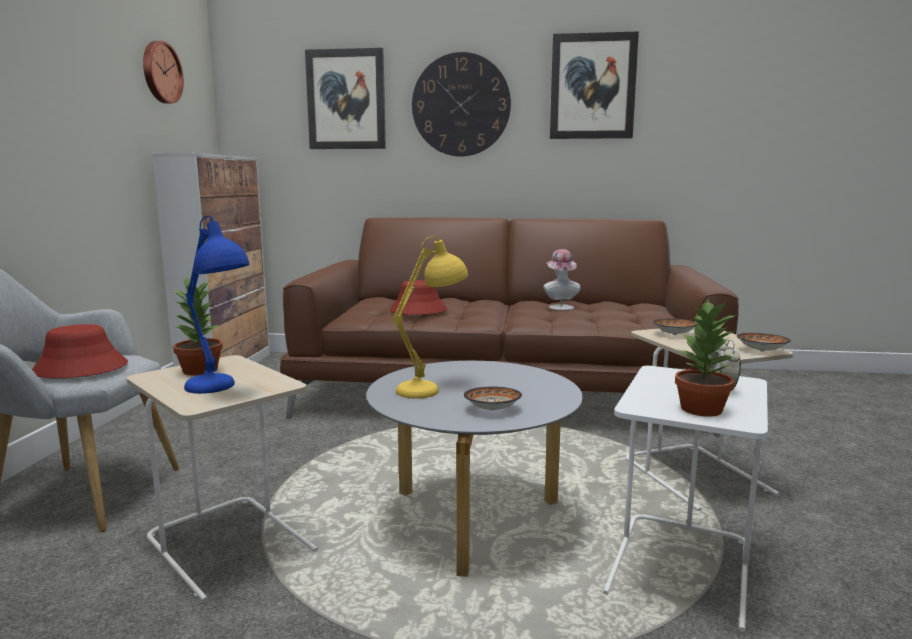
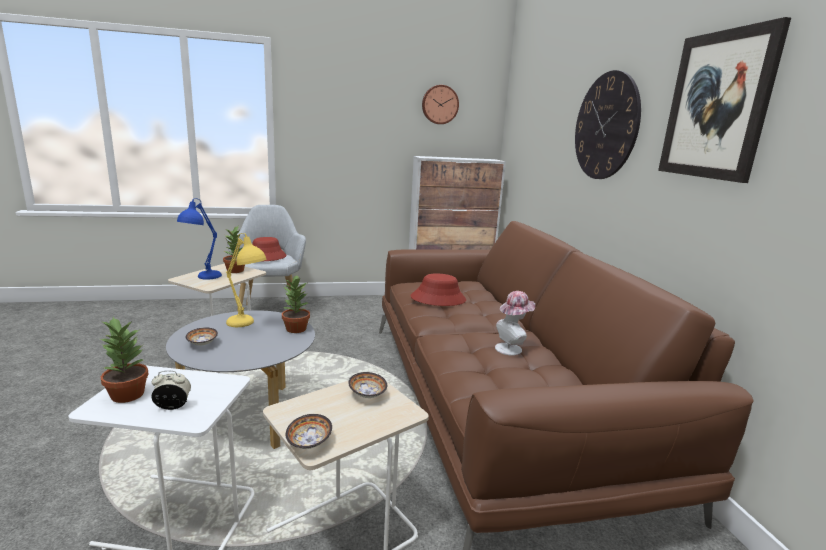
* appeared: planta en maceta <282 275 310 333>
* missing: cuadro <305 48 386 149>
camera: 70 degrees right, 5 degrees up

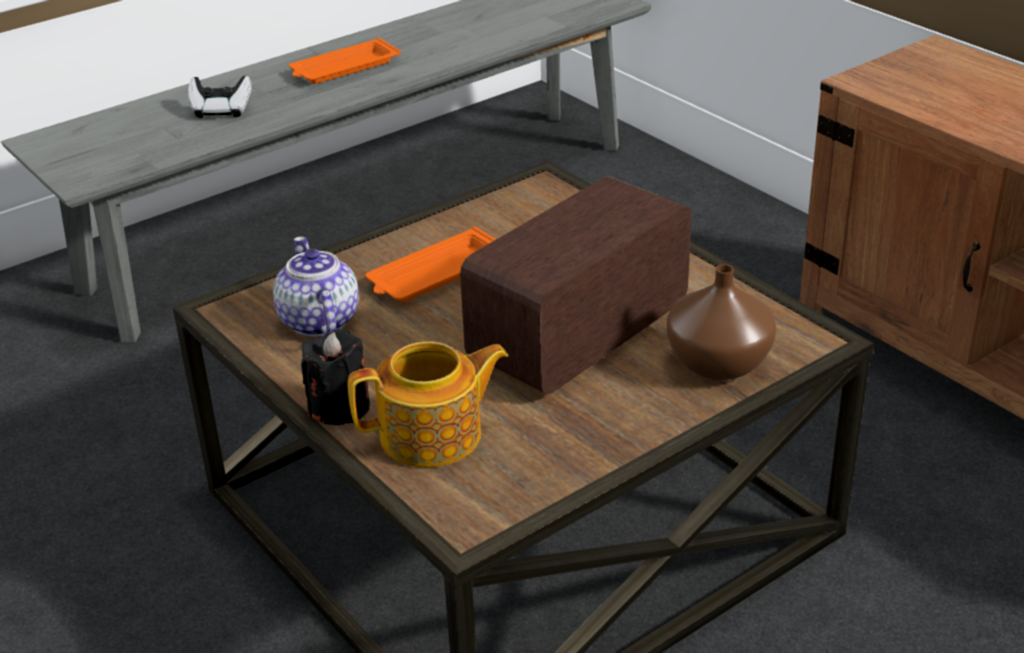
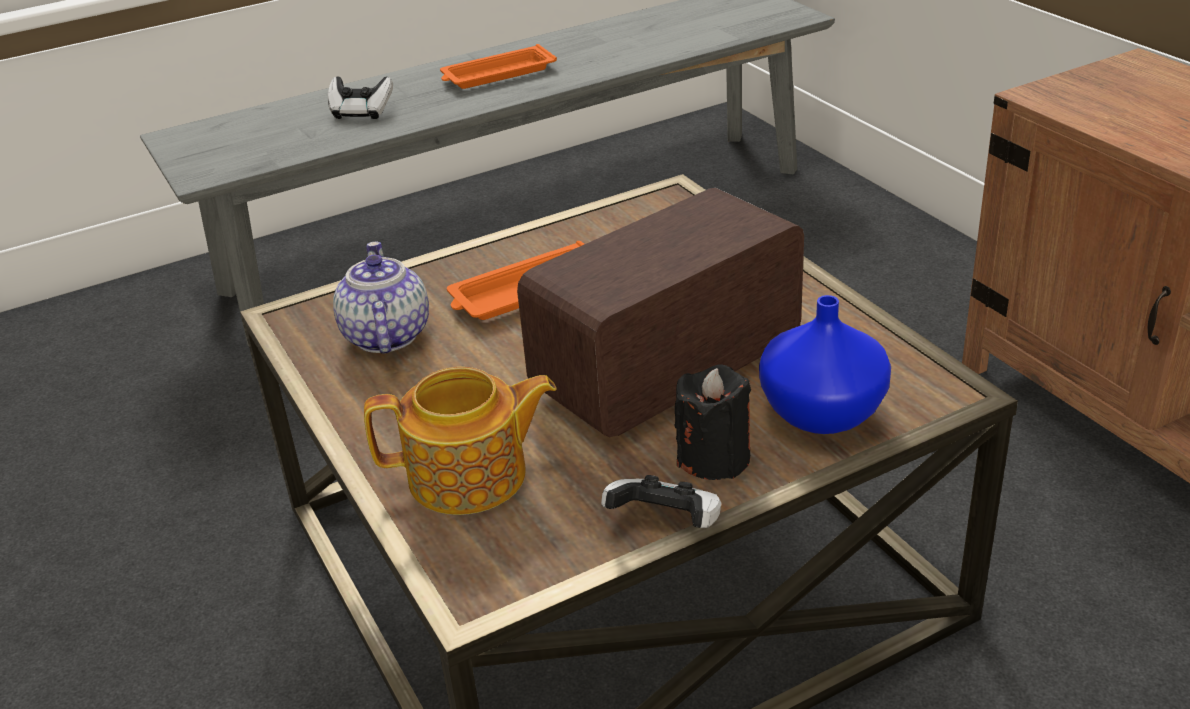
* appeared: mando de consola <601 475 721 528>
* relocated: vela/negro <301 329 370 425> to <675 364 751 480>
* colour: florero/marrón <667 264 776 380> to florero/azul <759 295 891 434>
camera: 10 degrees right, 0 degrees up

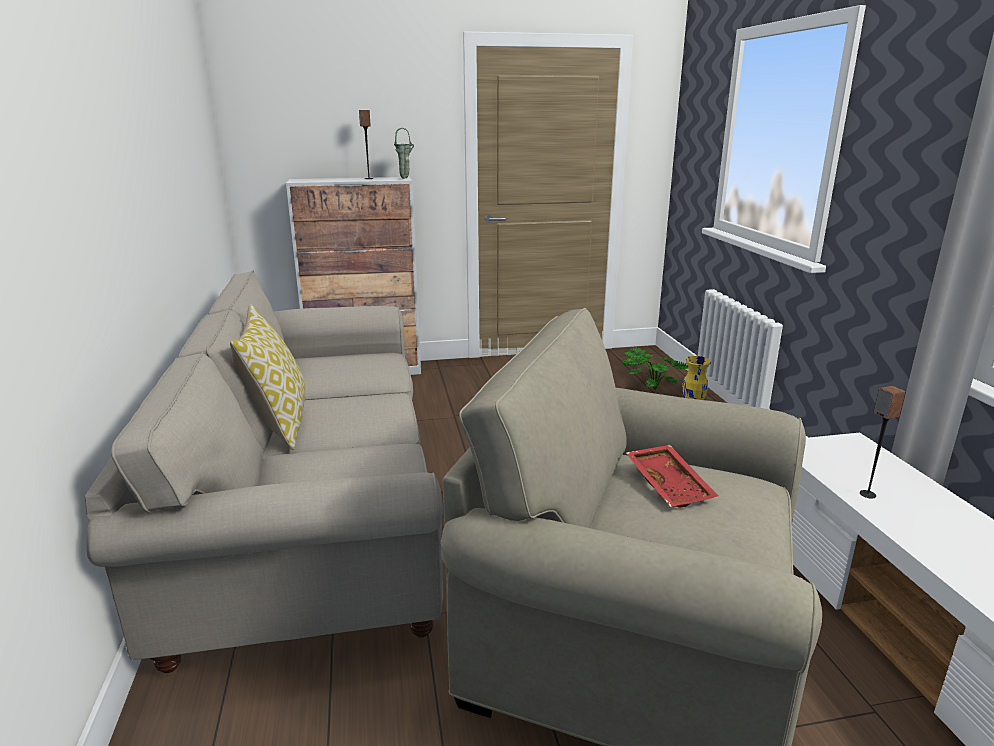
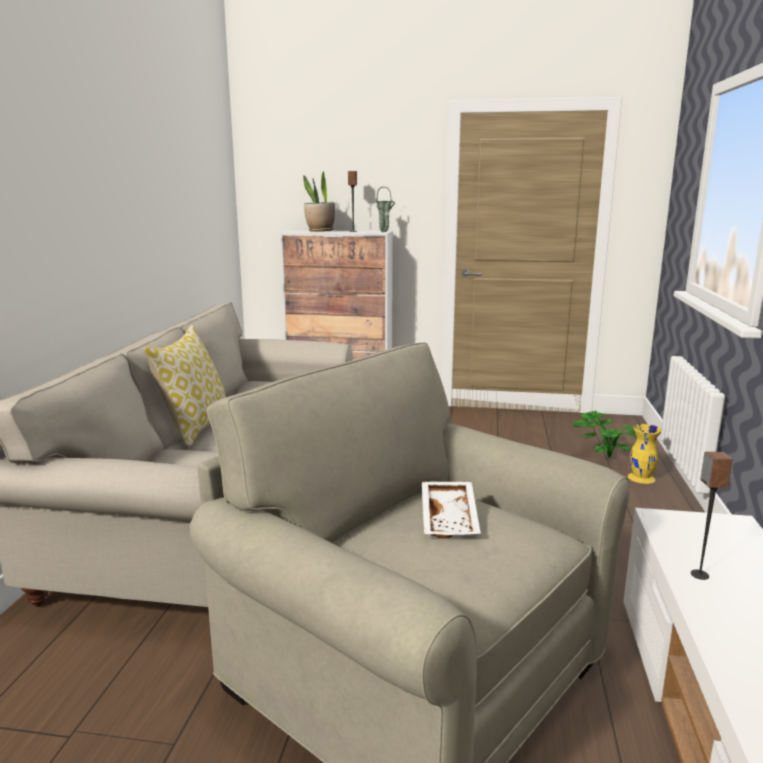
* appeared: planta en maceta <303 171 335 232>
* colour: bandeja/rojo <626 445 718 508> to bandeja/blanco <422 482 481 539>
camera: 20 degrees right, 5 degrees down

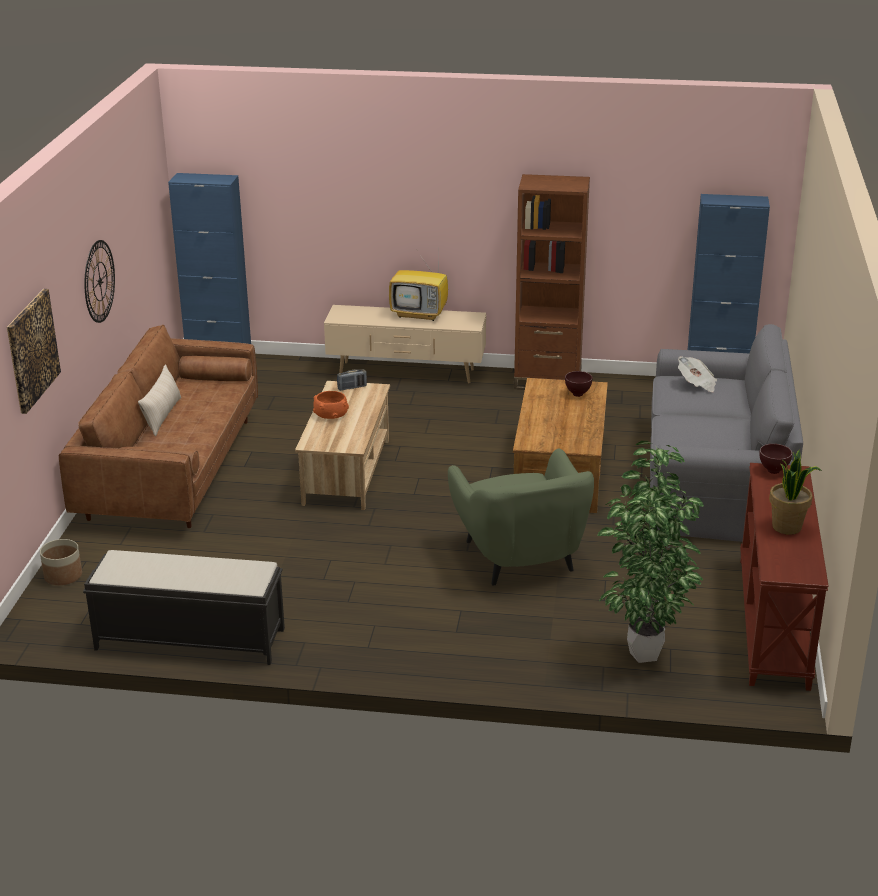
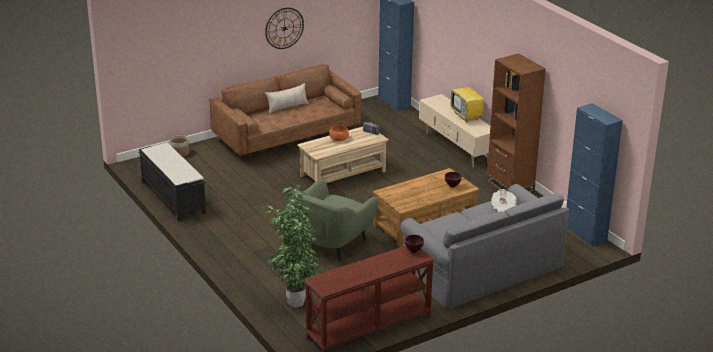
* missing: cuadro <7 289 61 414>
* missing: planta en maceta <769 450 822 535>
camera: 50 degrees right, 0 degrees up

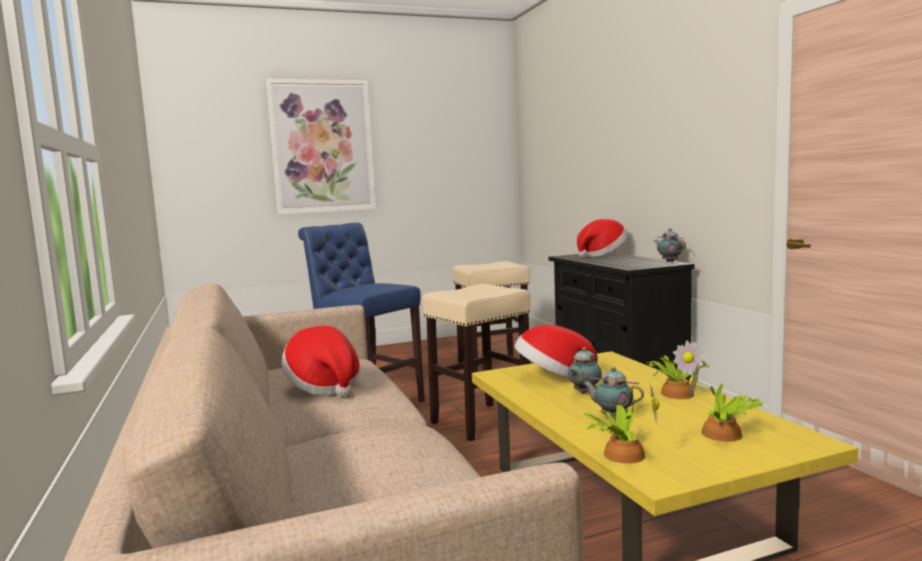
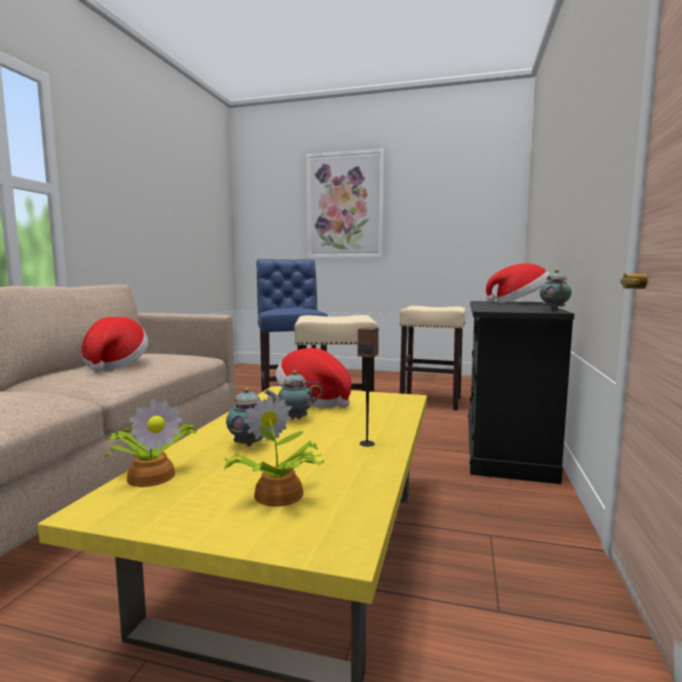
* exchanged: planta en maceta <646 340 709 399> to altavoz <358 327 379 447>
camera: 35 degrees right, 0 degrees up

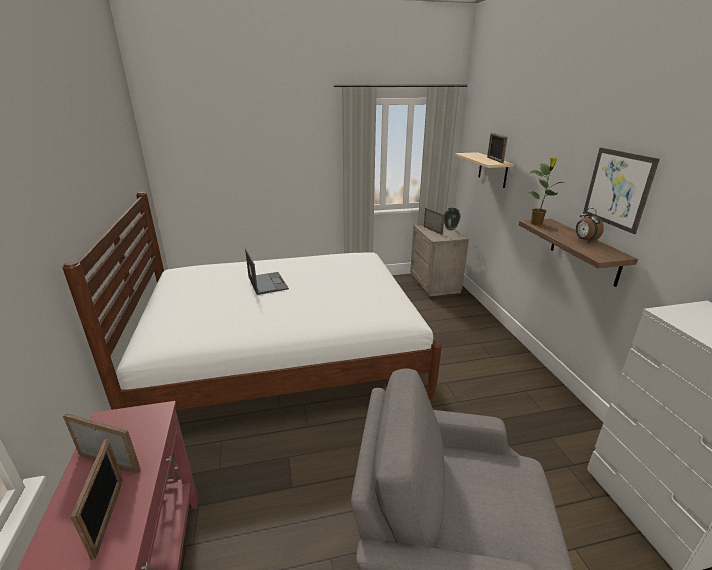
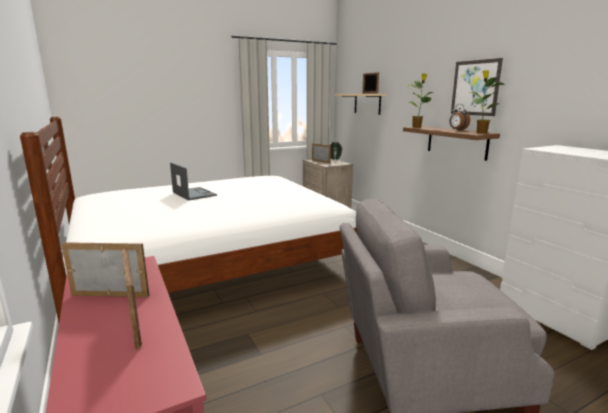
* appeared: planta en maceta <469 70 505 134>
camera: 15 degrees left, 10 degrees down

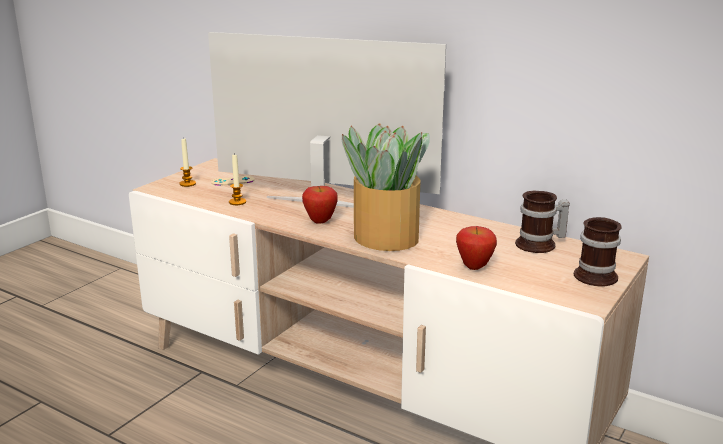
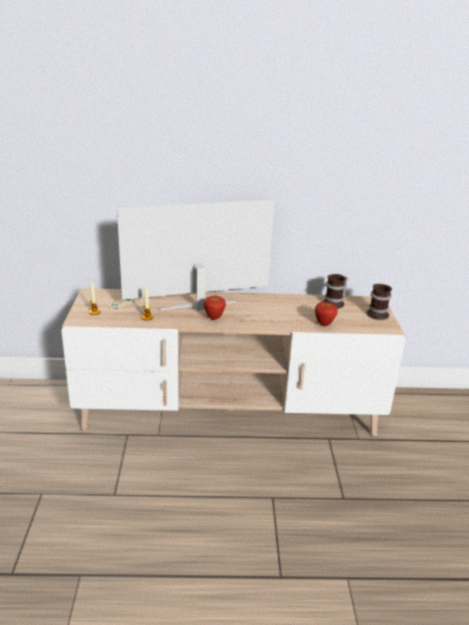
* missing: planta en maceta <342 123 430 251>
camera: 35 degrees left, 5 degrees up

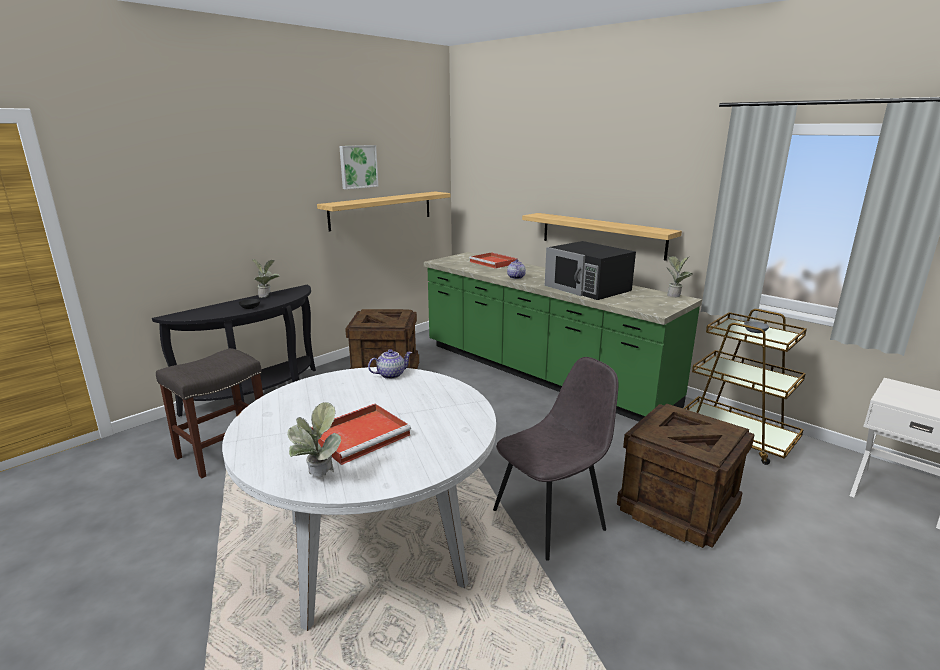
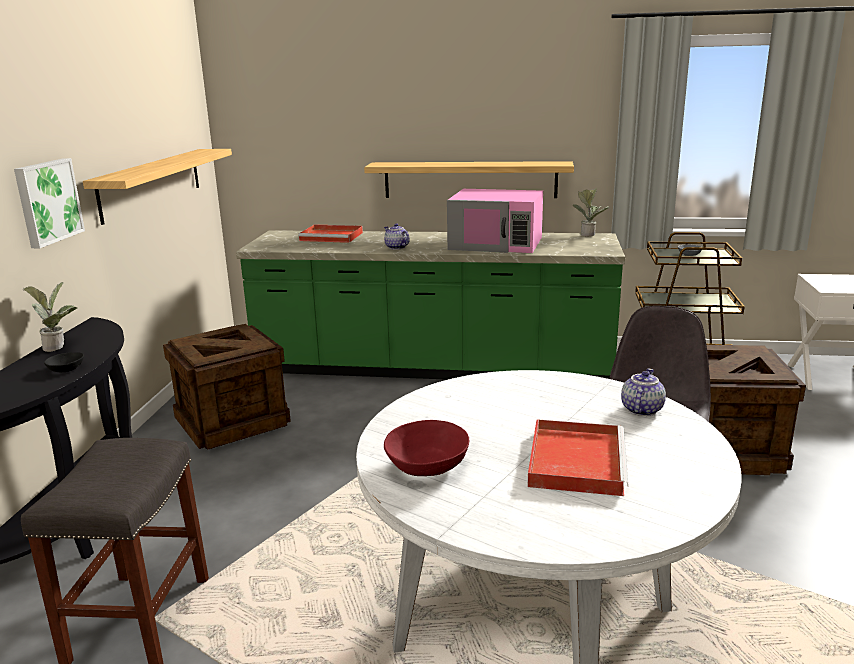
* relocated: cuadro <339 145 378 189> to <14 158 85 248>
* appeared: cuenco/rojo <384 420 469 476>
* colour: microondas/negro <545 241 636 300> to microondas/rosa <447 189 543 253>
* relocated: tetera <368 349 412 379> to <621 369 666 416>
* missing: planta en maceta <287 402 341 477>
camera: 35 degrees left, 0 degrees up

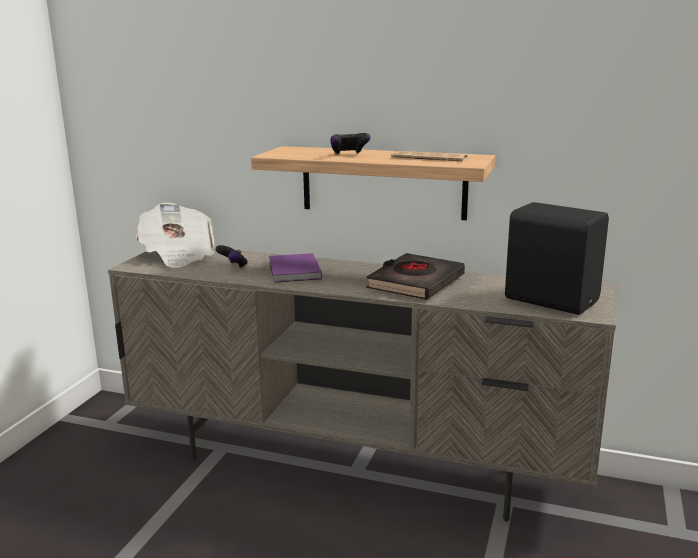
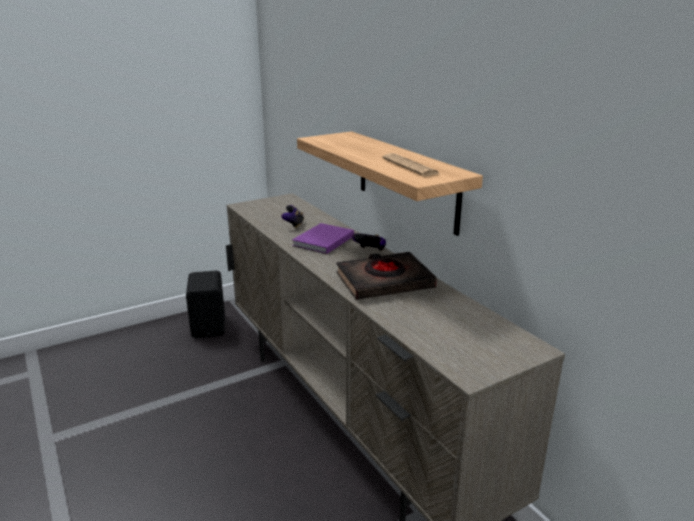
* relocated: altavoz/negro <505 202 609 315> to <186 271 225 338>
* relocated: mando de consola <330 133 370 155> to <352 234 386 251>
* missing: periódico <136 203 214 268>
camera: 40 degrees right, 5 degrees up

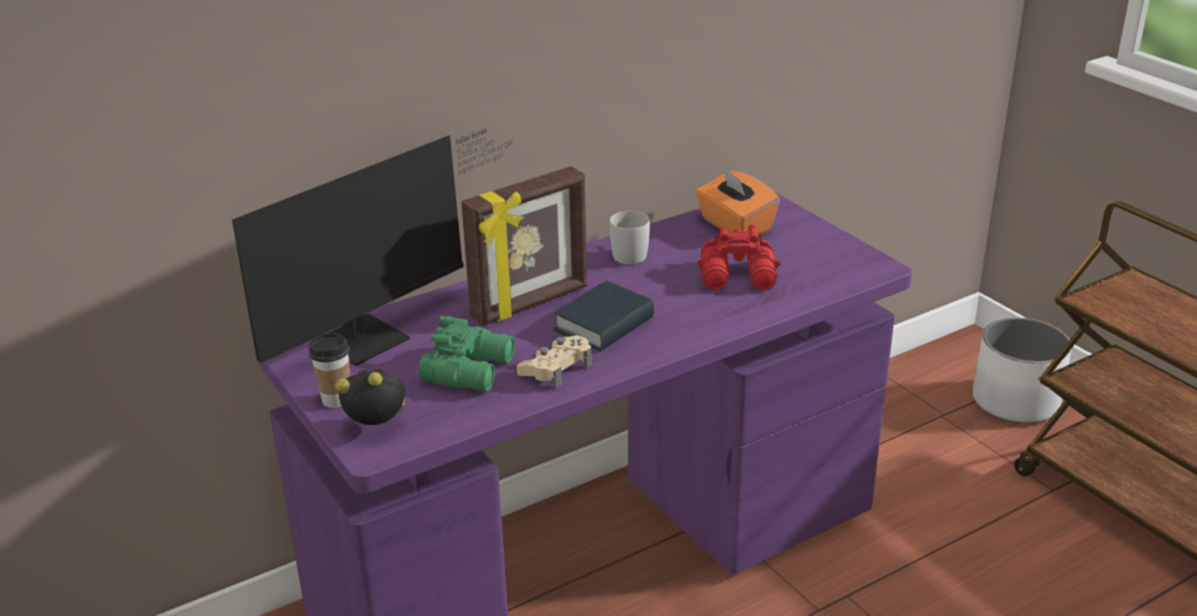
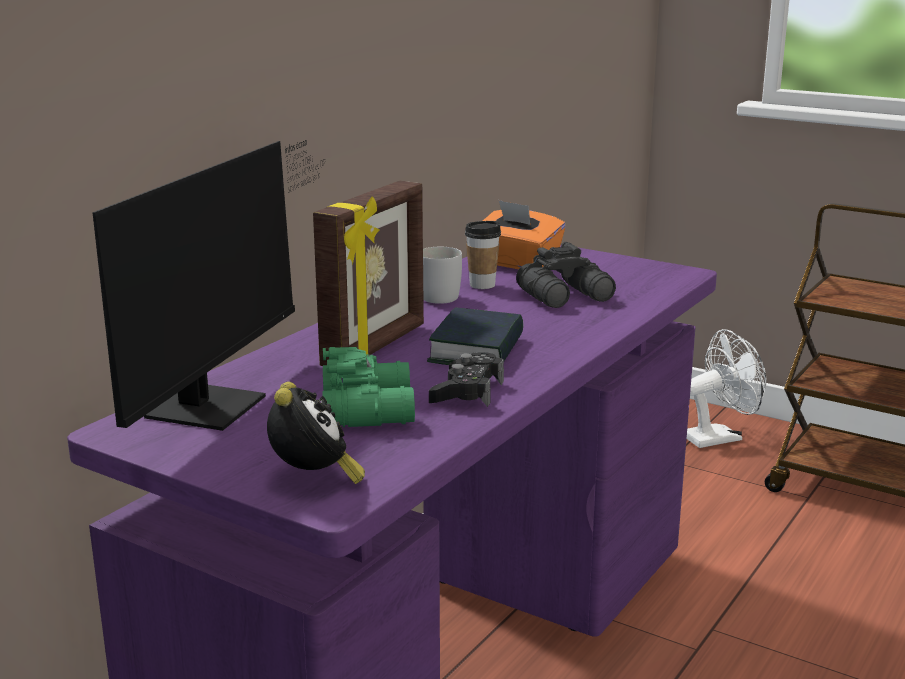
* spun: despertador <335 369 405 425> = <267 382 365 484> 105 degrees clockwise
* colour: mando de consola/beis <517 335 592 389> to mando de consola/negro <429 352 504 407>
* relocated: taza <309 333 350 408> to <465 221 501 289>
* colour: prismáticos/rojo <697 225 780 291> to prismáticos/negro <516 242 616 308>
* exchanged: maceta/blanco <973 318 1072 423> to ventilador/blanco <687 329 766 448>
camera: 25 degrees left, 10 degrees down

